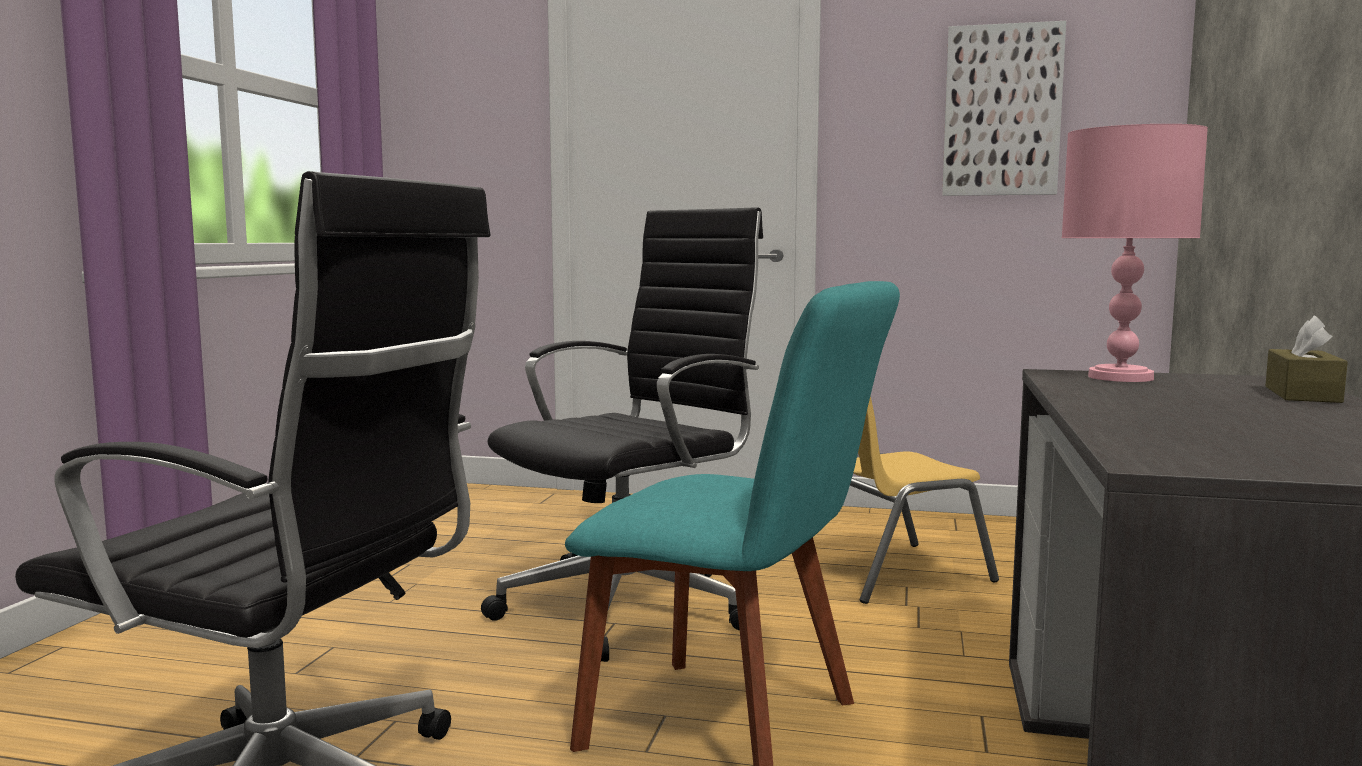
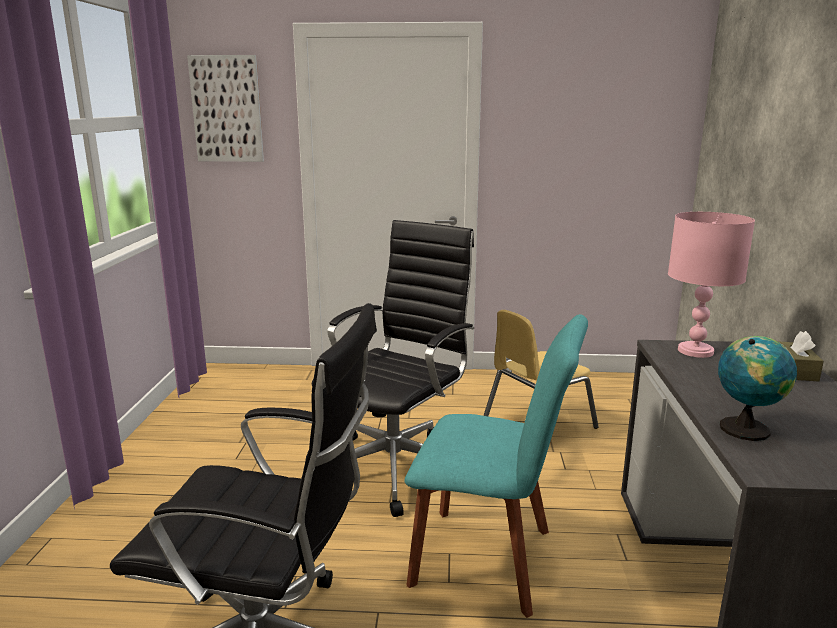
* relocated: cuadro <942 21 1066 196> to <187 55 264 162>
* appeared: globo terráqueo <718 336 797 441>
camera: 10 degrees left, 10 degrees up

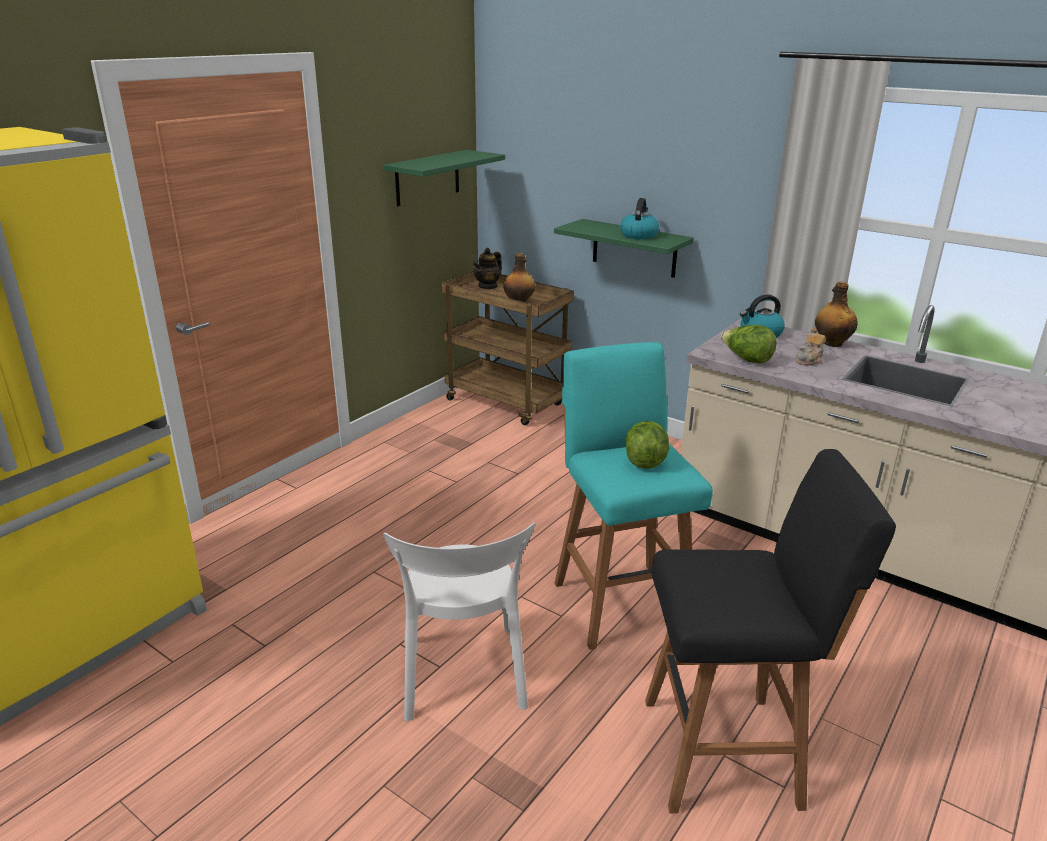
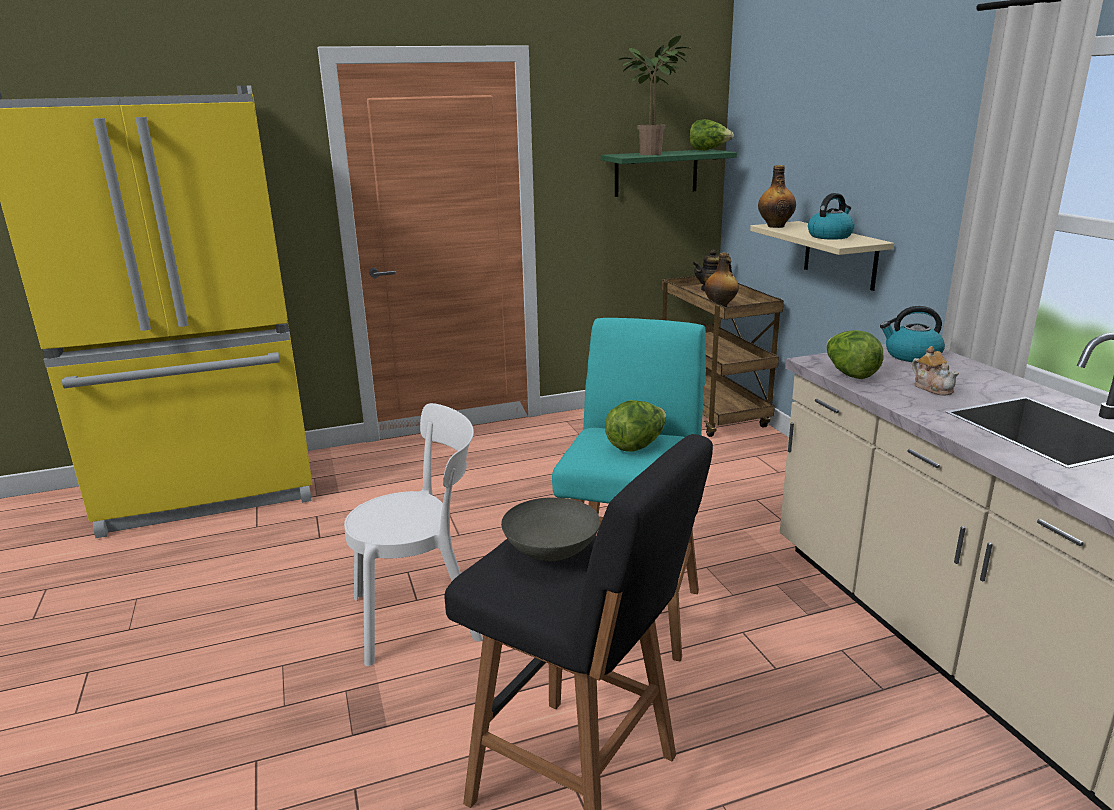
* spun: silla/blanco <383 523 535 721> = <344 403 483 666> 135 degrees counterclockwise
* appeared: cuenco/gris <501 497 600 561>
* appeared: planta en maceta <618 35 692 155>
* appeared: lechuga <689 119 734 151>
* colour: estante/verde <554 219 694 278> to estante/beis <750 221 894 291>
* relocated: botella <815 282 858 347> to <758 165 796 228>
* spun: tetera <796 327 826 366> = <912 346 959 396> 105 degrees counterclockwise
camera: 35 degrees right, 5 degrees down

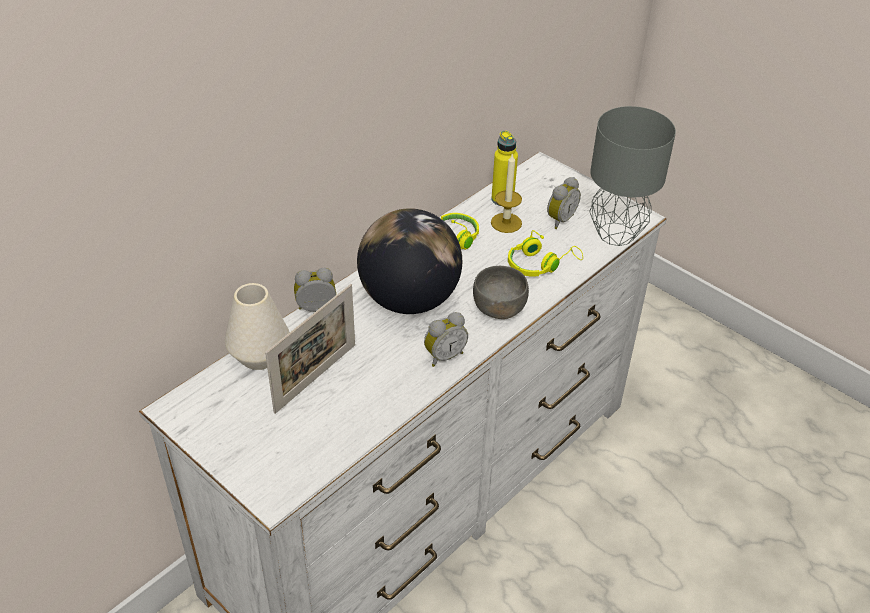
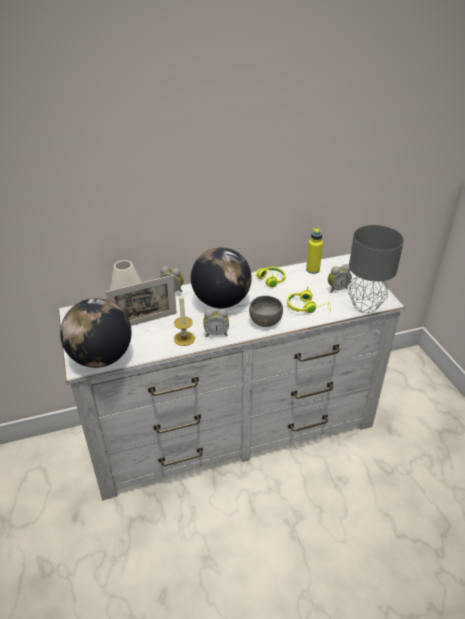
* appeared: globo terráqueo <60 298 132 368>
* relocated: vela <491 153 522 233> to <174 294 195 346>
camera: 30 degrees right, 5 degrees down

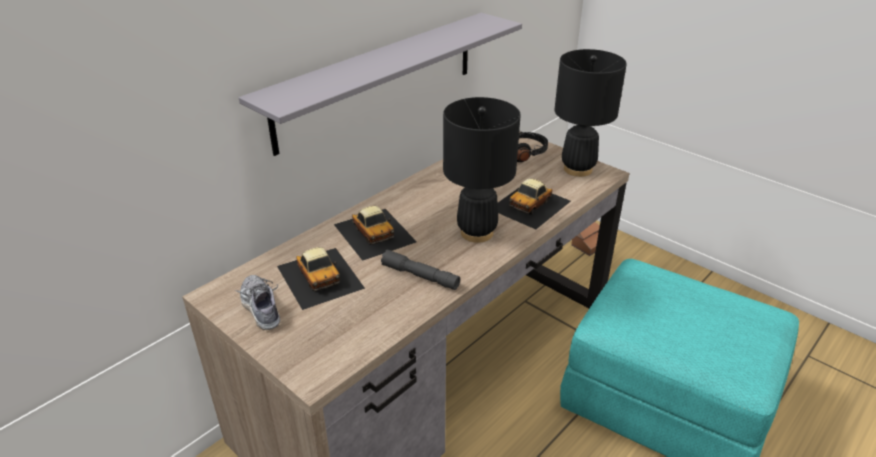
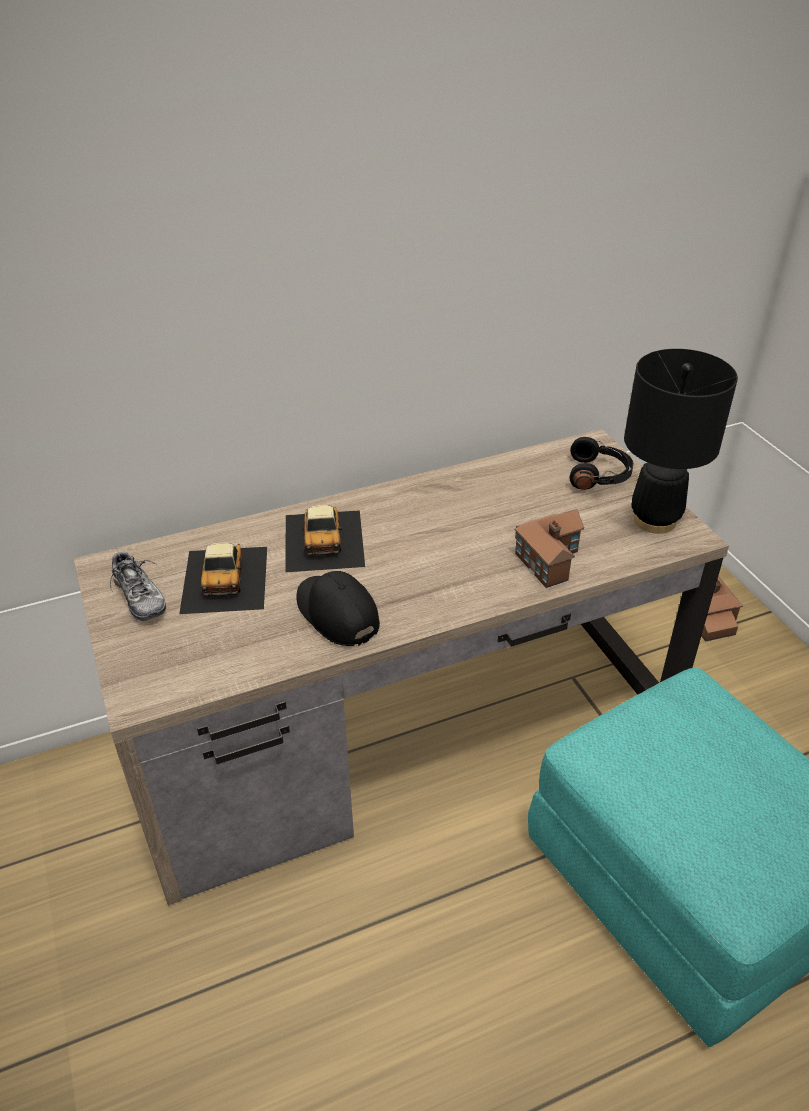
* spun: zapato <235 275 280 330> = <110 547 166 621> 150 degrees clockwise
* exchanged: linterna/gris <381 250 460 290> to gorra/negro <297 571 380 646>
* exchanged: coche de juguete <498 178 571 229> to casita <515 509 584 588>
* missing: estante/gris <239 13 522 156>
* missing: lámpara de mesa/negro <443 97 521 243>
camera: 25 degrees right, 5 degrees up

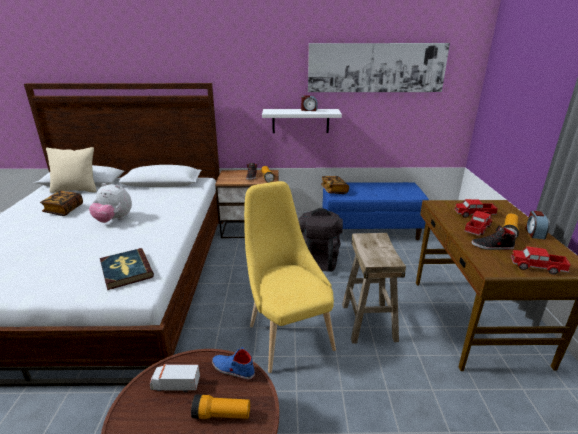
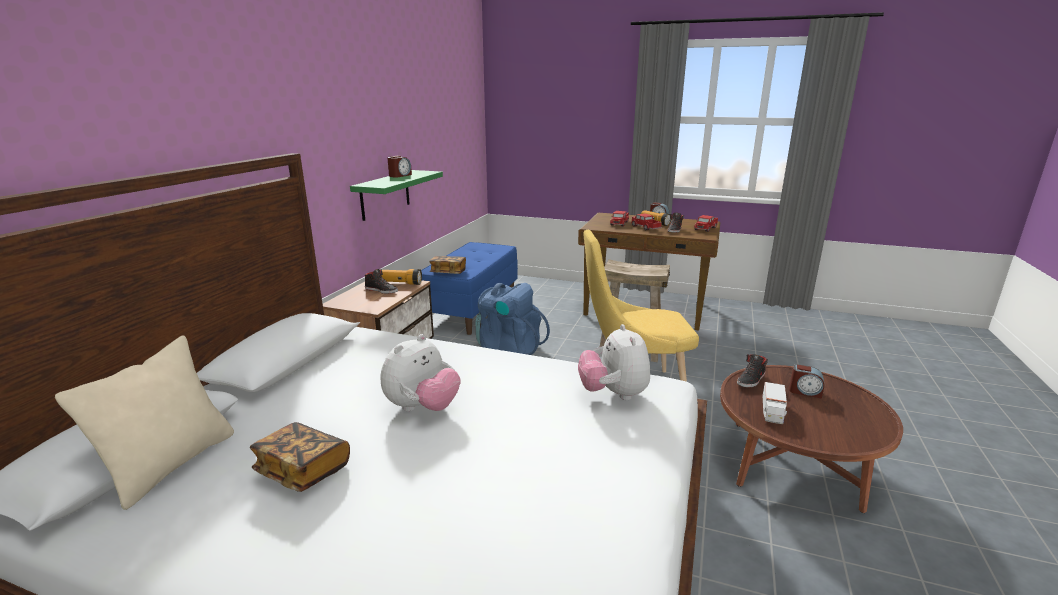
* colour: estante/blanco <262 109 342 133> to estante/verde <350 170 443 221>
* colour: mochila/negro <298 208 343 272> to mochila/azul <476 283 550 355>
* exchanged: libro <100 248 154 290> to peluche <578 324 650 400>
* colour: zapato/azul <212 347 255 380> to zapato/negro <737 354 768 388>
* exchanged: linterna <191 395 250 419> to despertador <789 364 824 399>
* missing: cuadro <308 43 450 92>
camera: 70 degrees left, 5 degrees down

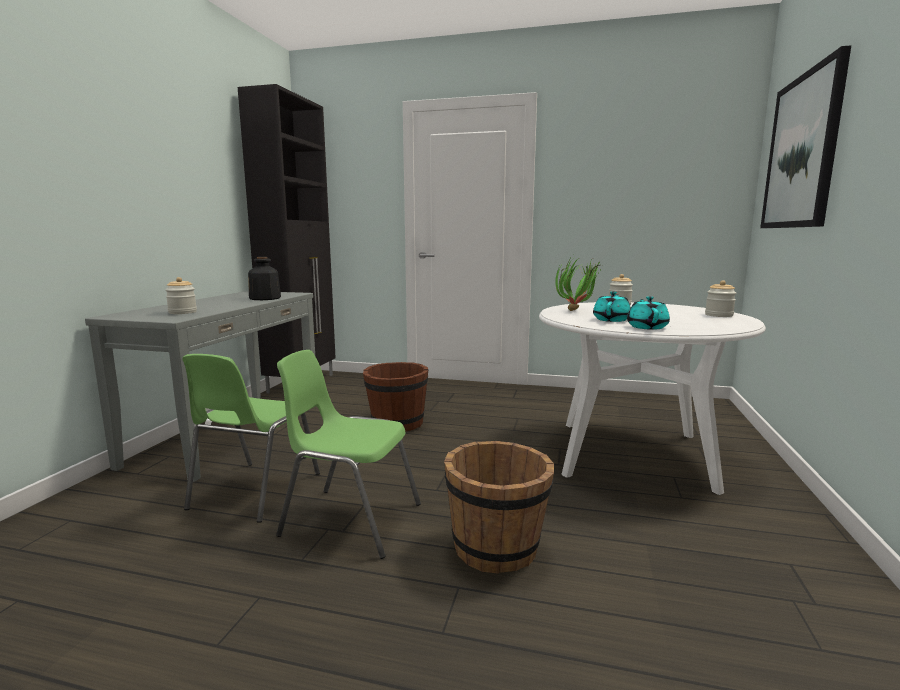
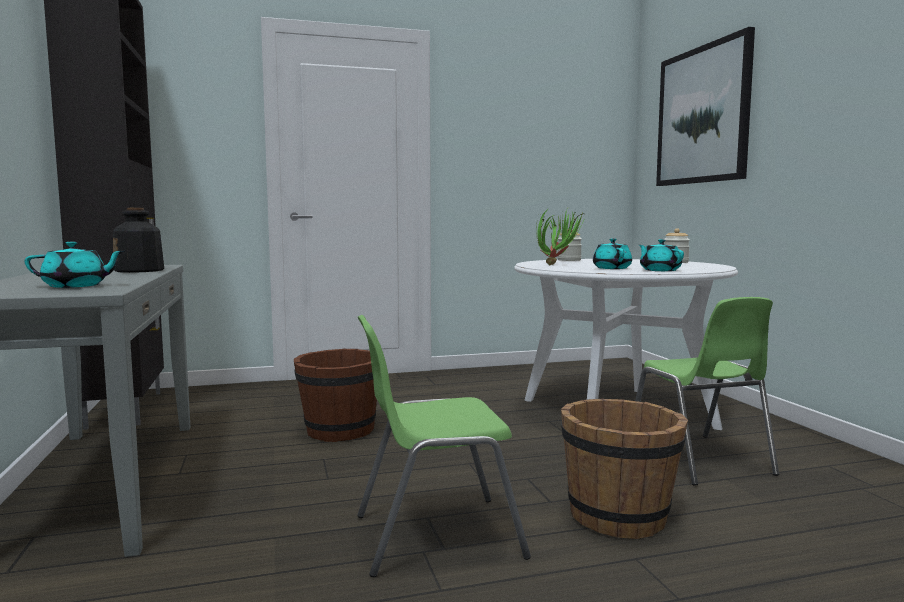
* exchanged: tarro <165 277 197 314> to tetera/turquesa <25 242 124 288>
* relocated: silla/verde <182 354 320 523> to <635 297 779 486>
camera: 30 degrees left, 5 degrees down

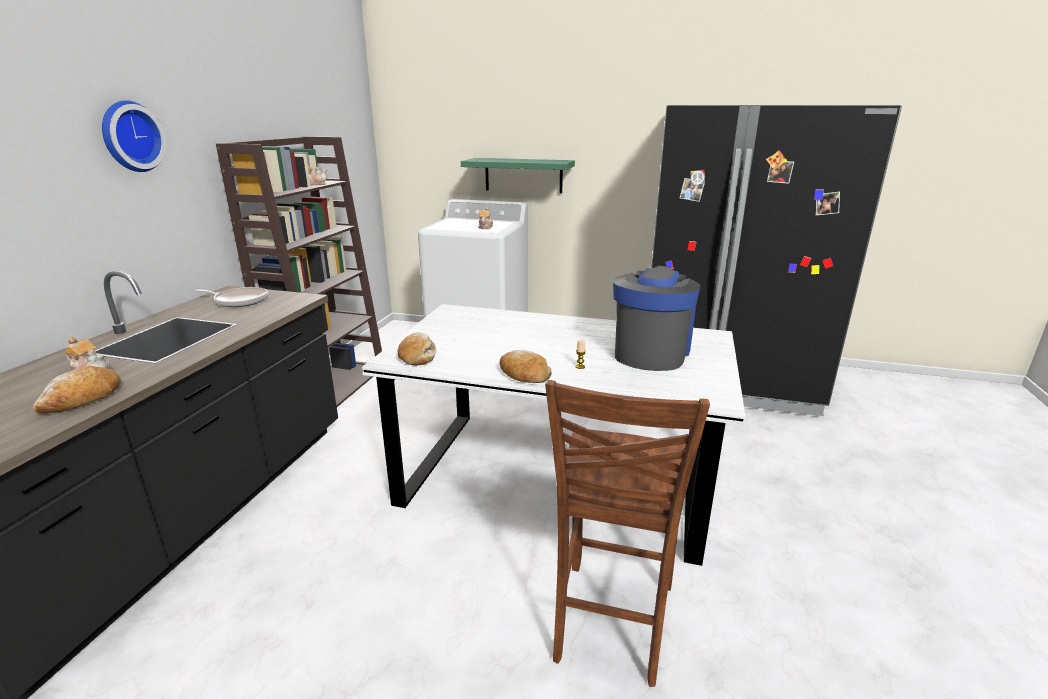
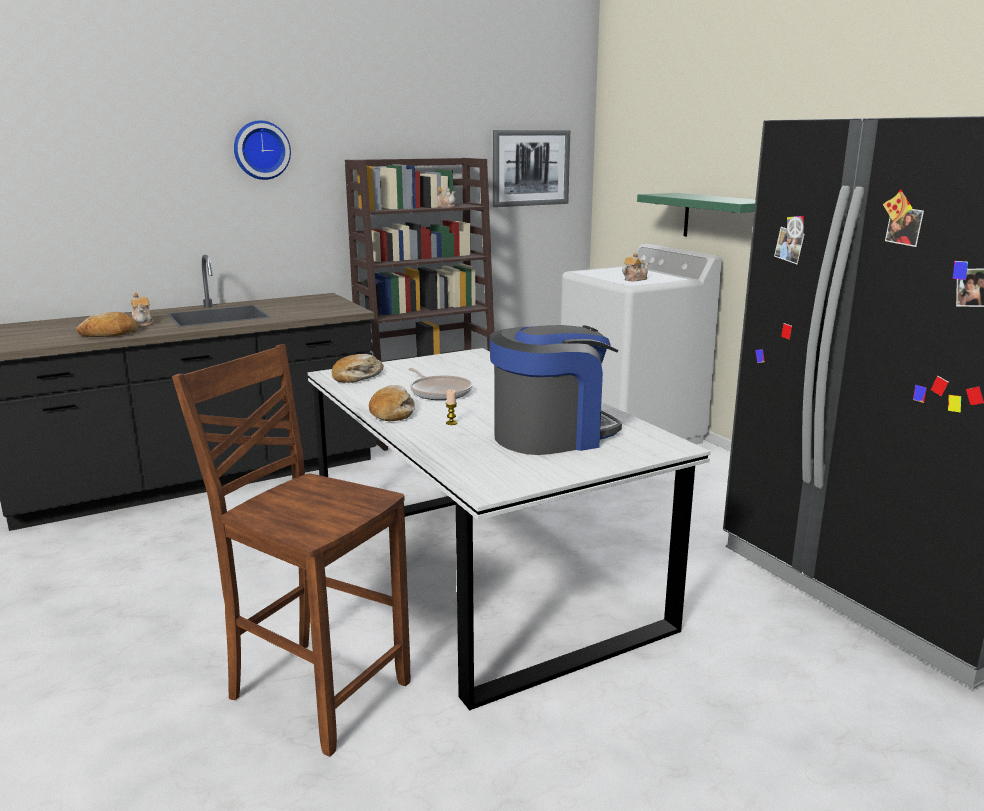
* spun: silla/marrón <545 380 710 687> = <172 344 411 757> 60 degrees clockwise
* relocated: sartén <195 287 268 307> to <408 368 472 400>
* appeared: cuadro <493 130 570 207>
camera: 45 degrees right, 5 degrees down

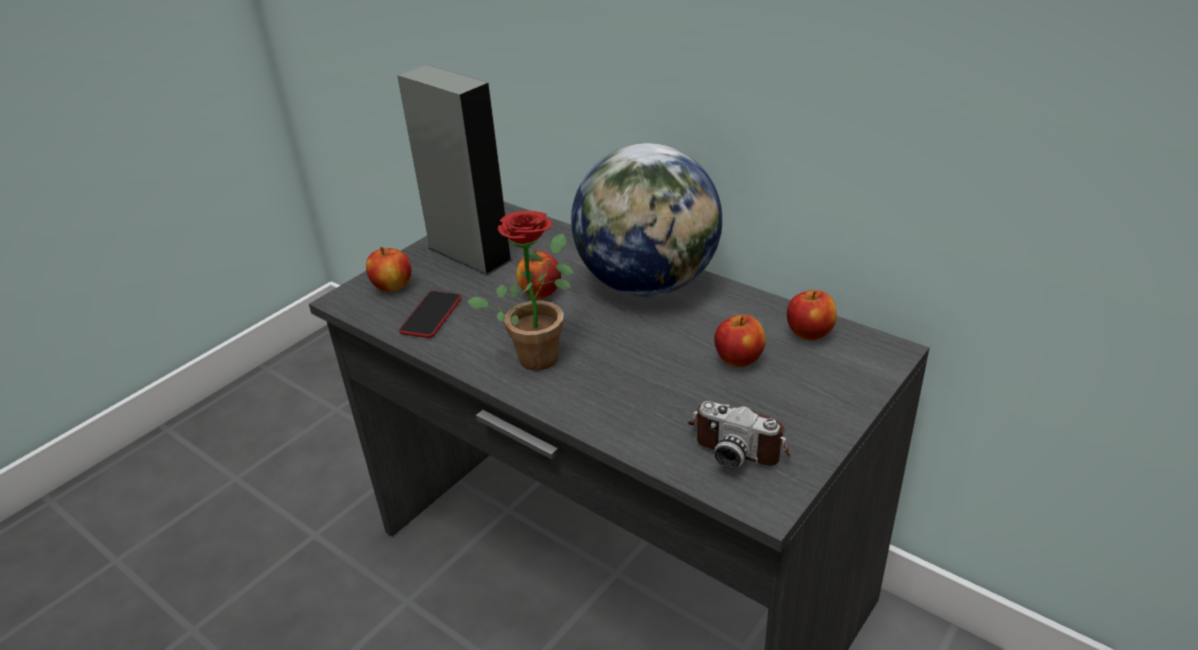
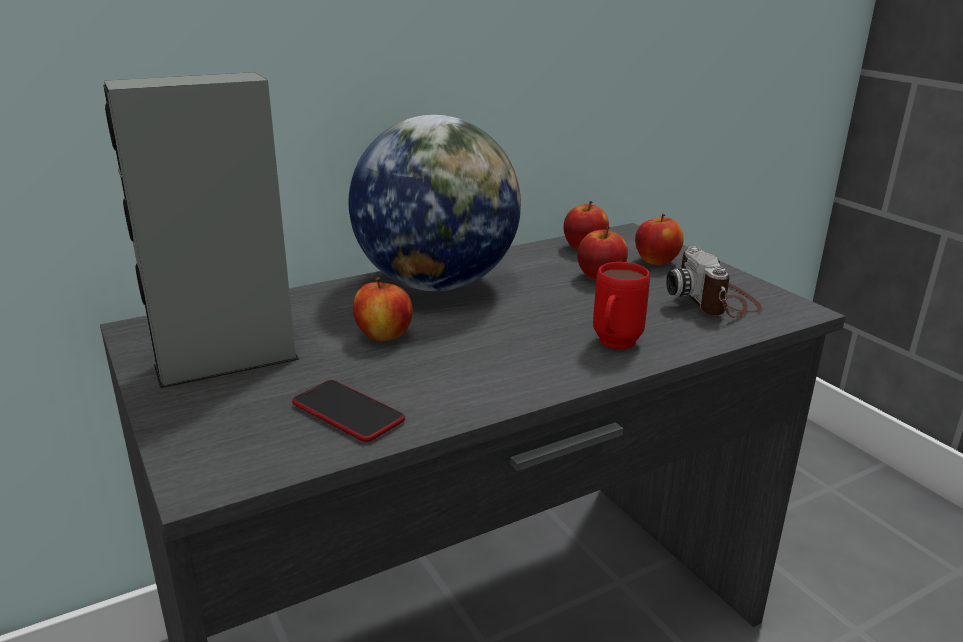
* appeared: taza grande/rojo <593 262 650 349>
* relocated: manzana <366 247 411 292> to <635 214 684 265>
* spun: cámara <688 401 790 469> = <666 247 762 318> 120 degrees clockwise
* missing: planta en maceta <467 211 574 370>
camera: 70 degrees left, 10 degrees down

